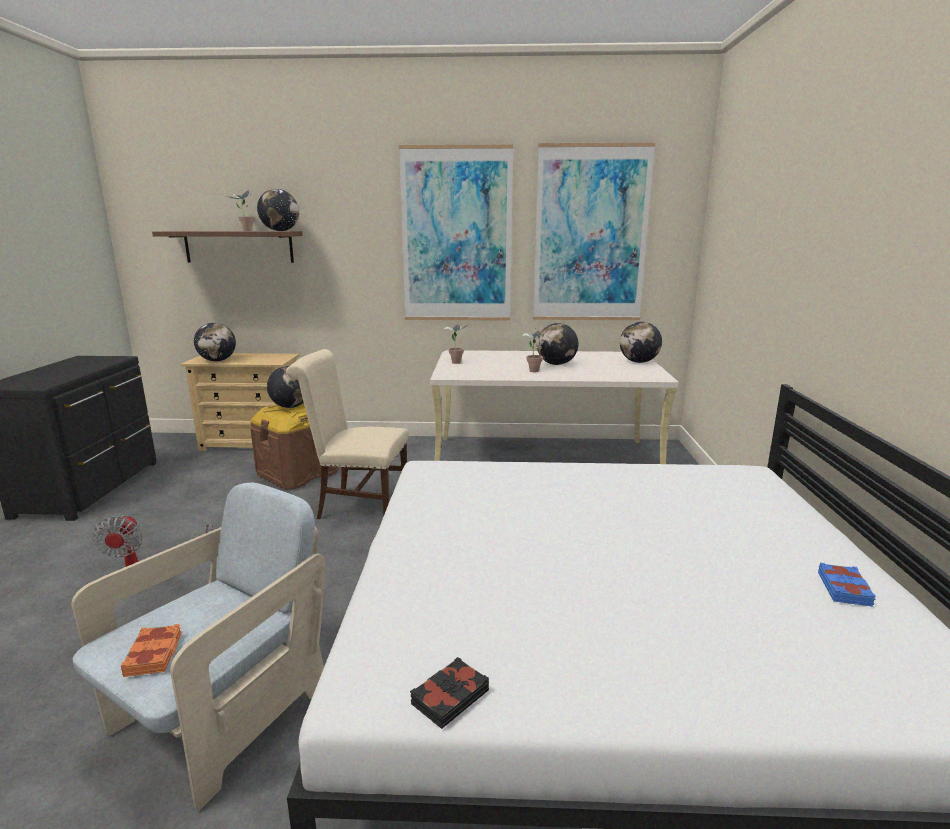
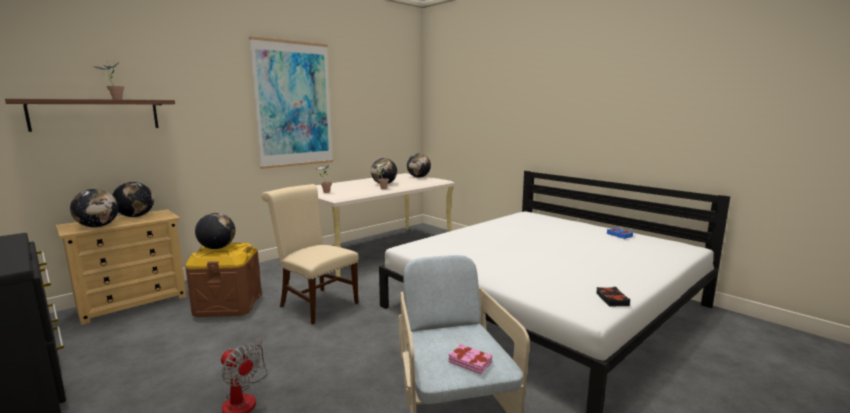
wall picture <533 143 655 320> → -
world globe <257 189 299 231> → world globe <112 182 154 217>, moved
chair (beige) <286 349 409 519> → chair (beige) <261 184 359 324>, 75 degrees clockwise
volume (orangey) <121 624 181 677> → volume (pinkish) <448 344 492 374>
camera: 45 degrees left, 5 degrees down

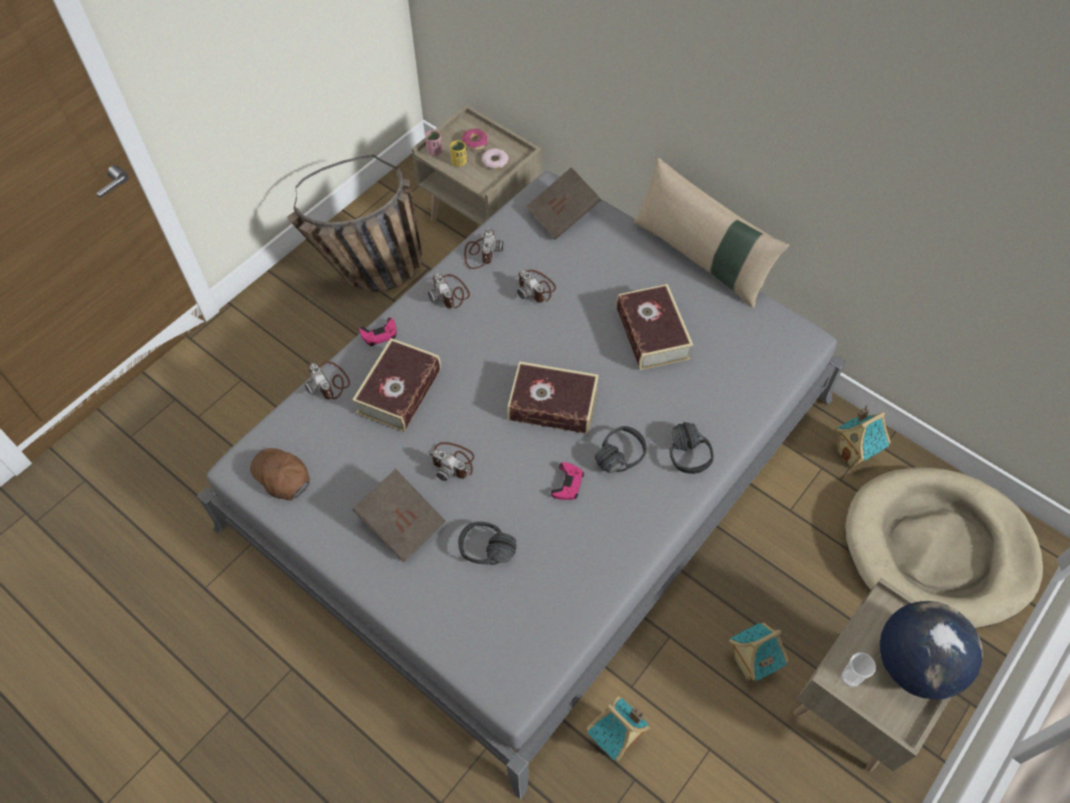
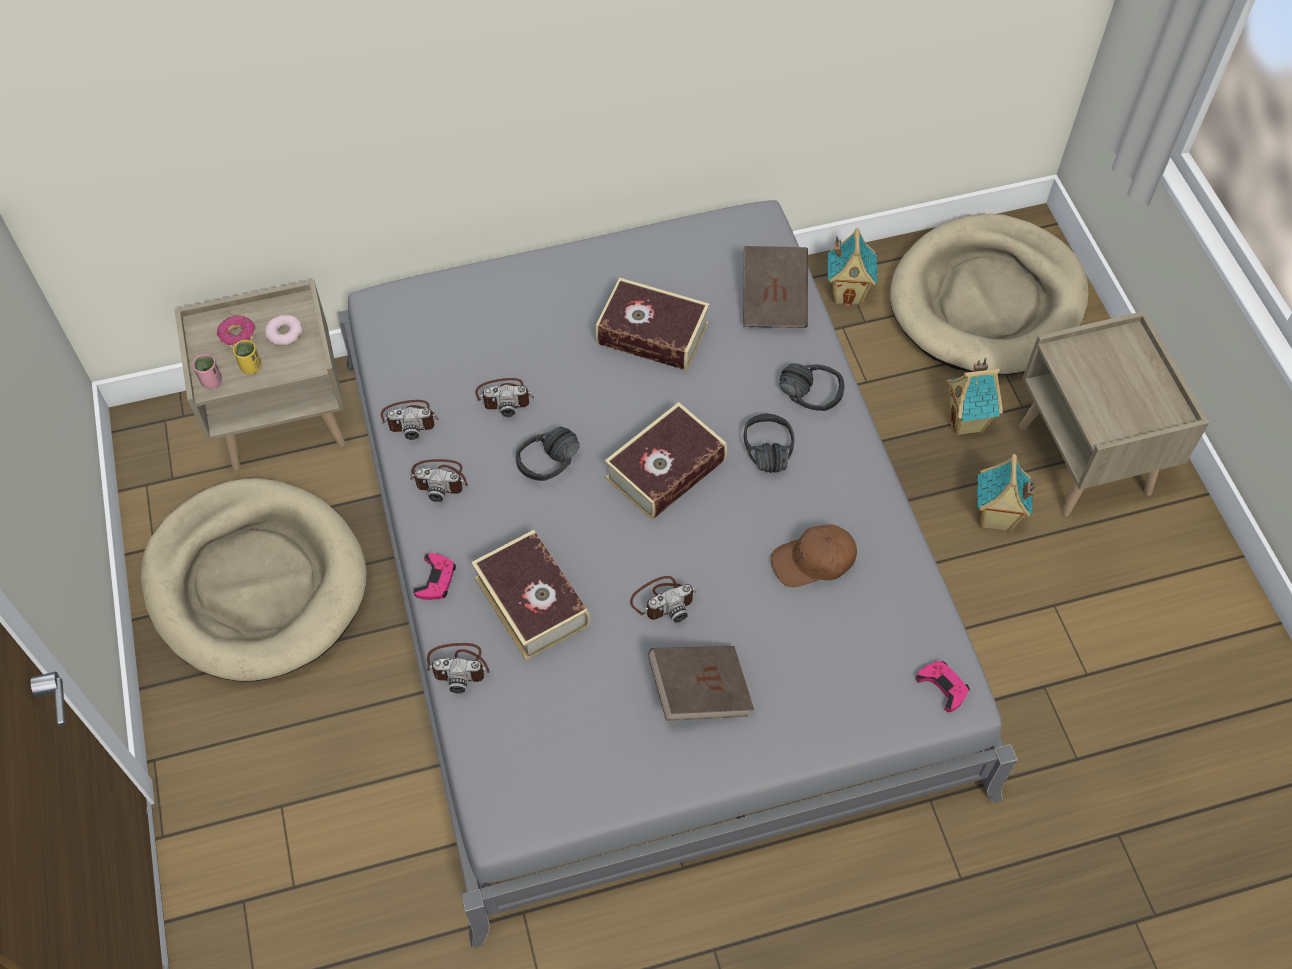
storage basket <287 154 422 292> → dog cushion (beige) <141 478 367 681>
throw pillow (beige) <633 158 789 308> → -
volume (brown) <526 167 601 240> → volume (brown) <743 246 808 328>, moved
photo camera <464 228 504 269> → photo camera <381 400 439 440>, 135 degrees clockwise
baseball cap (brown) <250 448 310 500> → baseball cap (brown) <771 524 857 587>, moved
joypad (pinkish) <551 462 584 500> → joypad (pinkish) <916 661 970 712>, moved
pair of headphones (black) <458 521 517 565> → pair of headphones (black) <516 427 580 481>, moved
world globe <880 601 983 699> → -
drinking cup <841 652 876 687> → -
miniature house <586 696 650 761> → miniature house <946 358 1003 436>, moved
camera: 55 degrees left, 0 degrees up

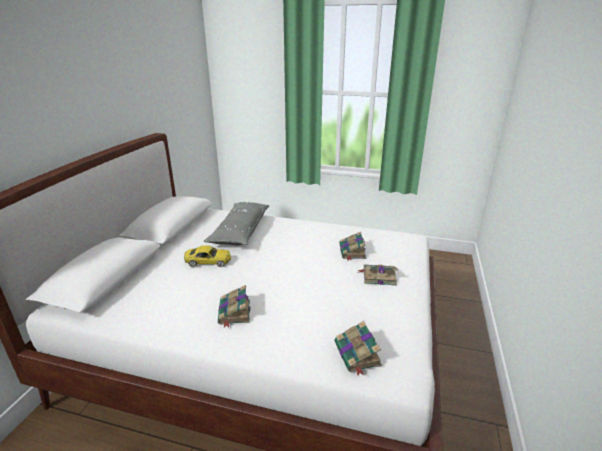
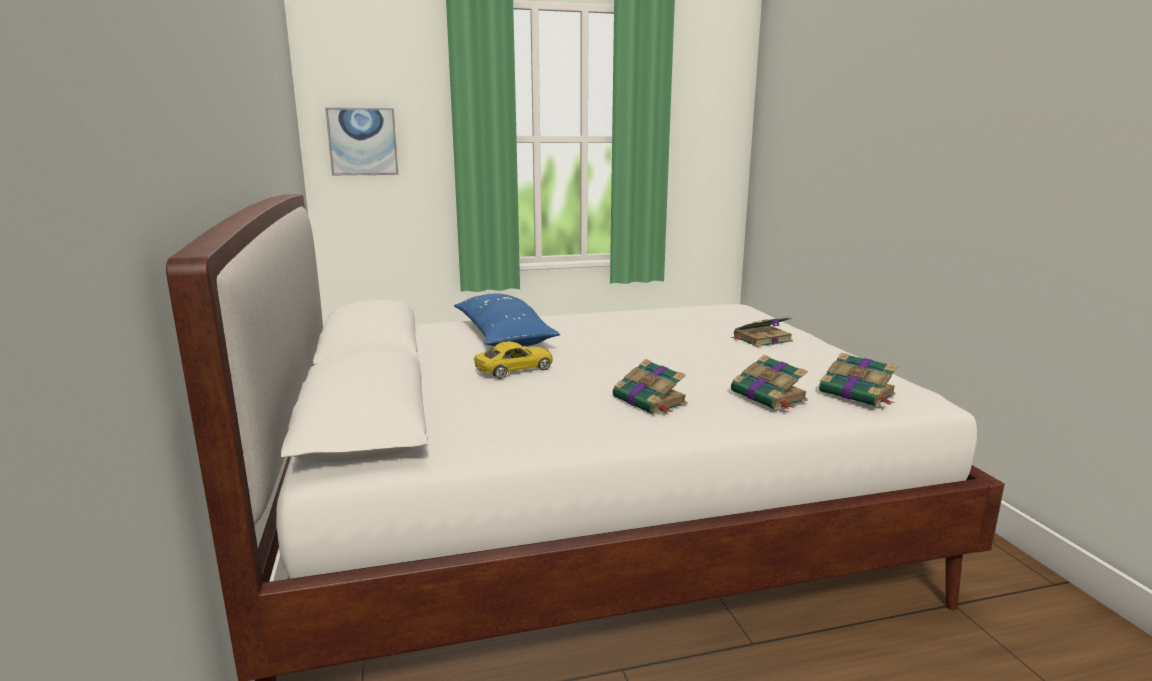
throw pillow (gray) <203 202 269 245> → throw pillow (blue) <454 293 560 346>
volume <339 232 366 260> → volume <731 355 808 410>, moved
- → wall picture <325 108 399 176>
camera: 30 degrees left, 10 degrees down

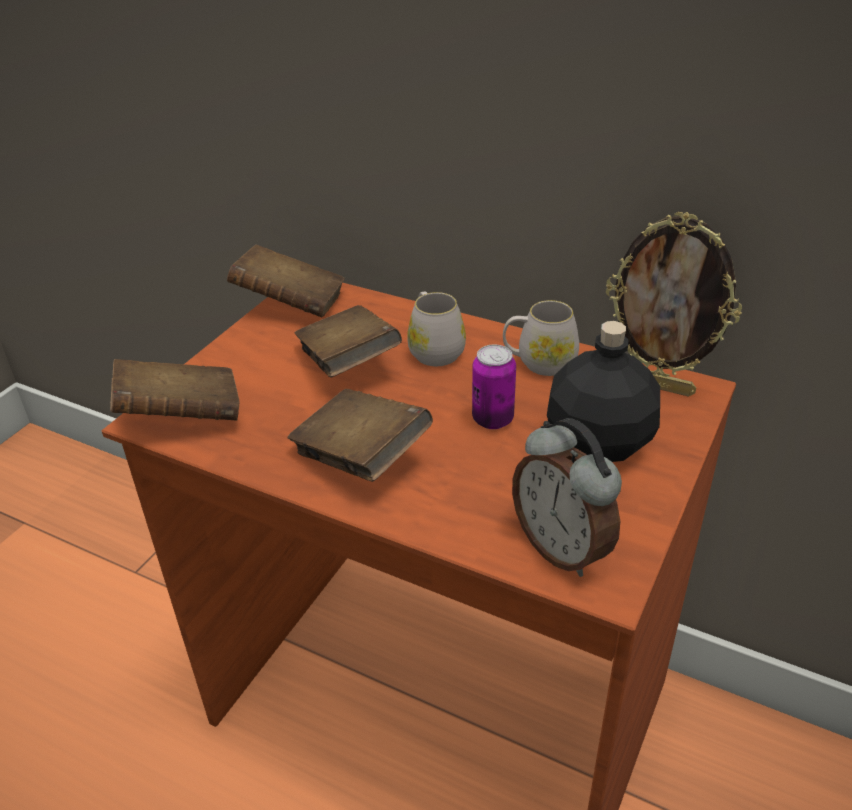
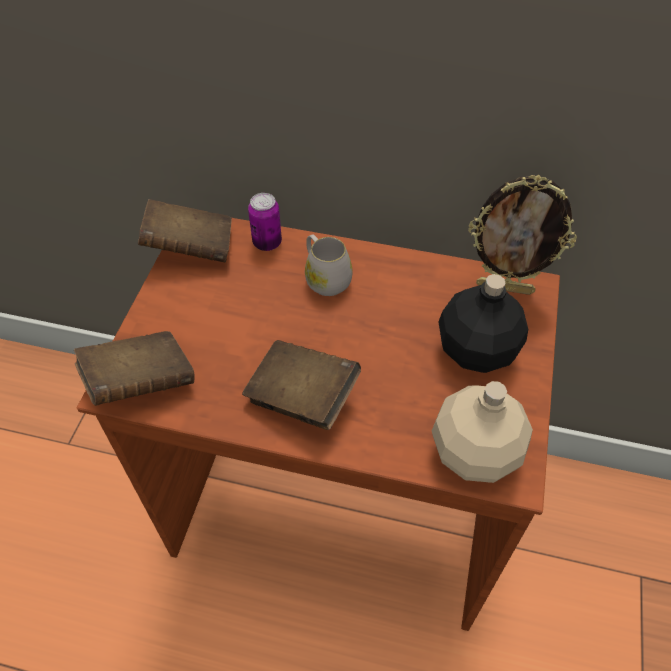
tea mug (whitish) <503 300 579 376> → -
volume (brown) <295 305 402 378> → -
sealed can <472 345 516 429> → sealed can <248 193 282 251>, moved
alarm clock <512 418 622 577> → drink bottle (beige) <432 381 533 483>
camera: 15 degrees left, 15 degrees up

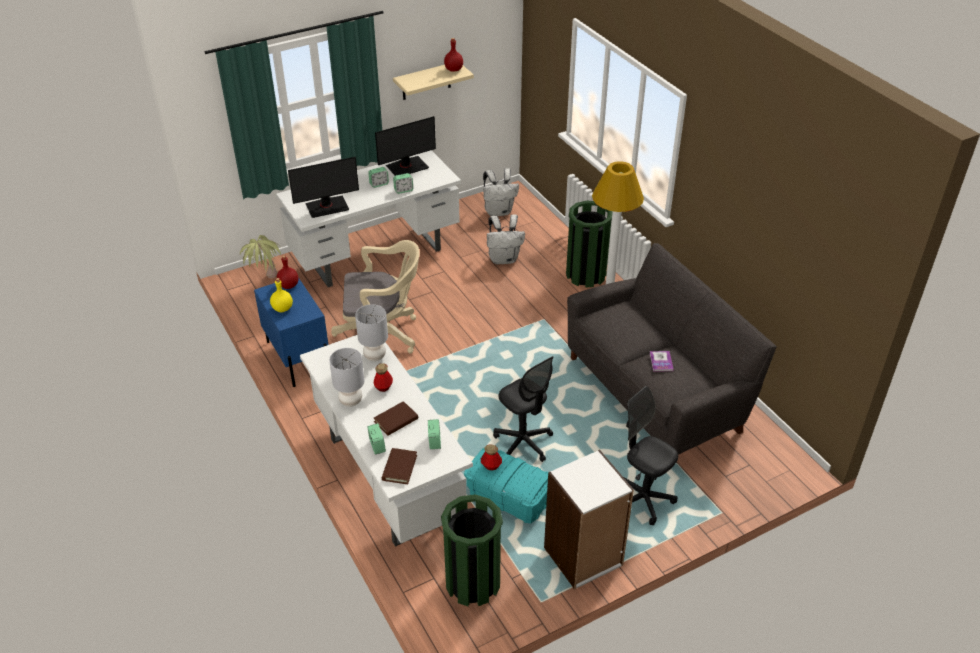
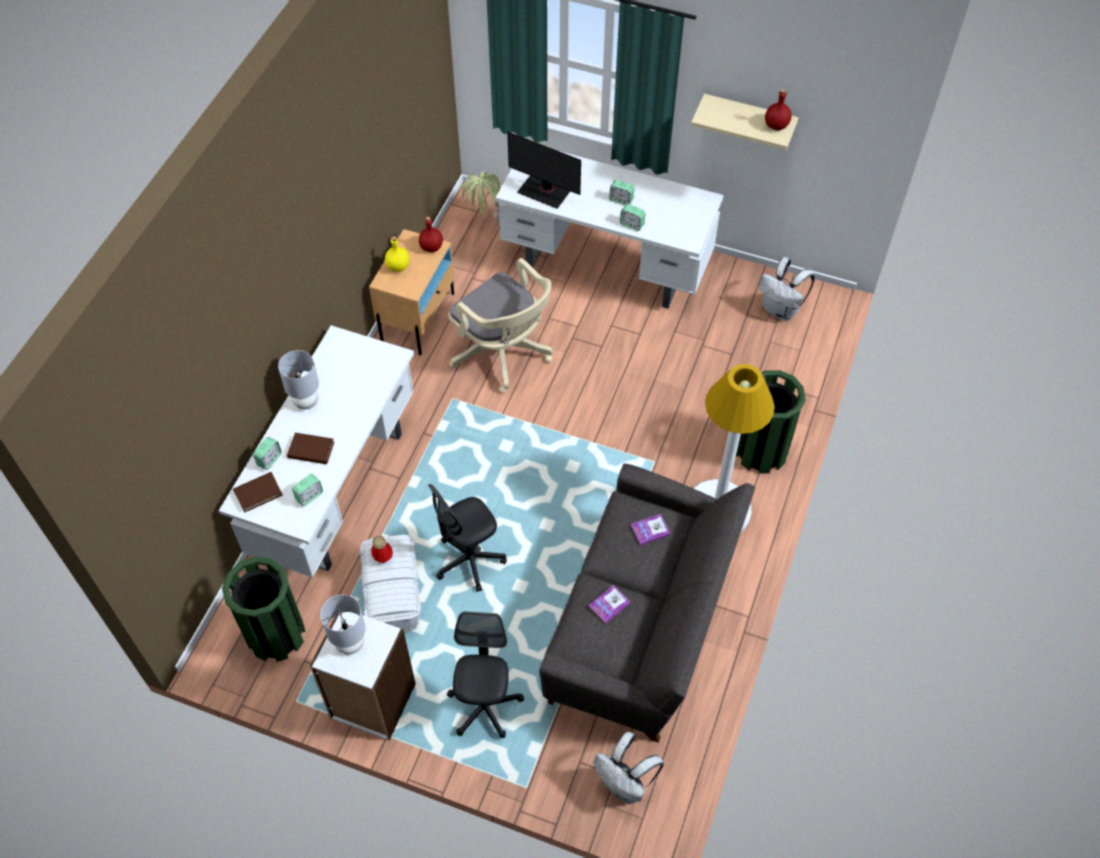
computer screen <375 116 436 176> → -
backpack (whitish) <487 214 525 264> → backpack (whitish) <594 732 664 804>, moved
bedside table (blue) <254 277 328 387> → bedside table (beige) <369 229 454 355>
lamp for a table (gray) <355 304 388 361> → lamp for a table (gray) <320 595 366 654>, moved
office chair (black) <493 356 553 462> → office chair (black) <428 484 507 592>, 45 degrees clockwise
drink bottle <374 363 393 392> → -
storage bin (turquoise-coloured) <464 447 548 523> → storage bin (whitish) <360 534 421 633>
- → volume <631 514 671 546>
camera: 50 degrees right, 15 degrees up

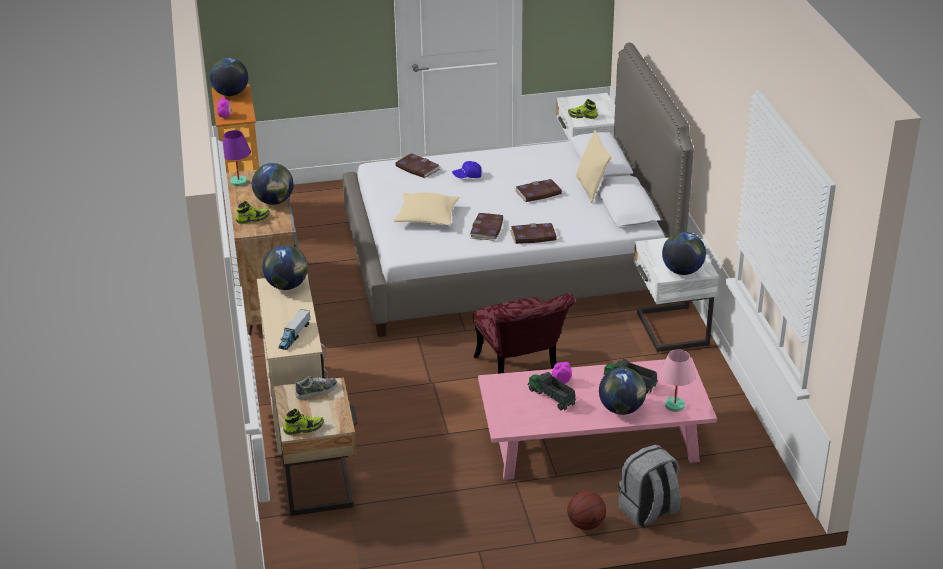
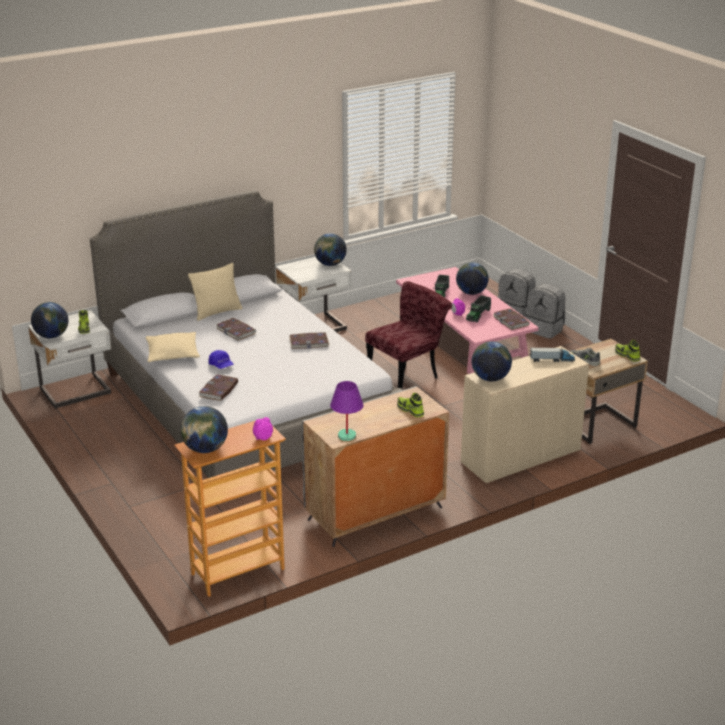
world globe <252 163 294 205> → world globe <31 302 69 338>, moved
throw pillow (beige) <393 193 460 226> → throw pillow (beige) <146 332 200 362>, moved
volume <510 223 557 244> → volume <493 309 530 330>, moved
lamp for a table (pinkish) <659 349 695 412> → -
basketball ball <567 491 606 530> → backpack (gray) <526 283 565 339>
camera: 110 degrees left, 5 degrees down

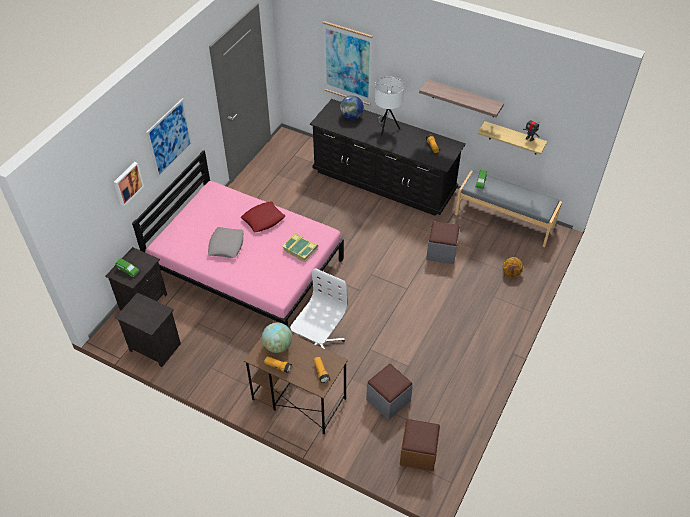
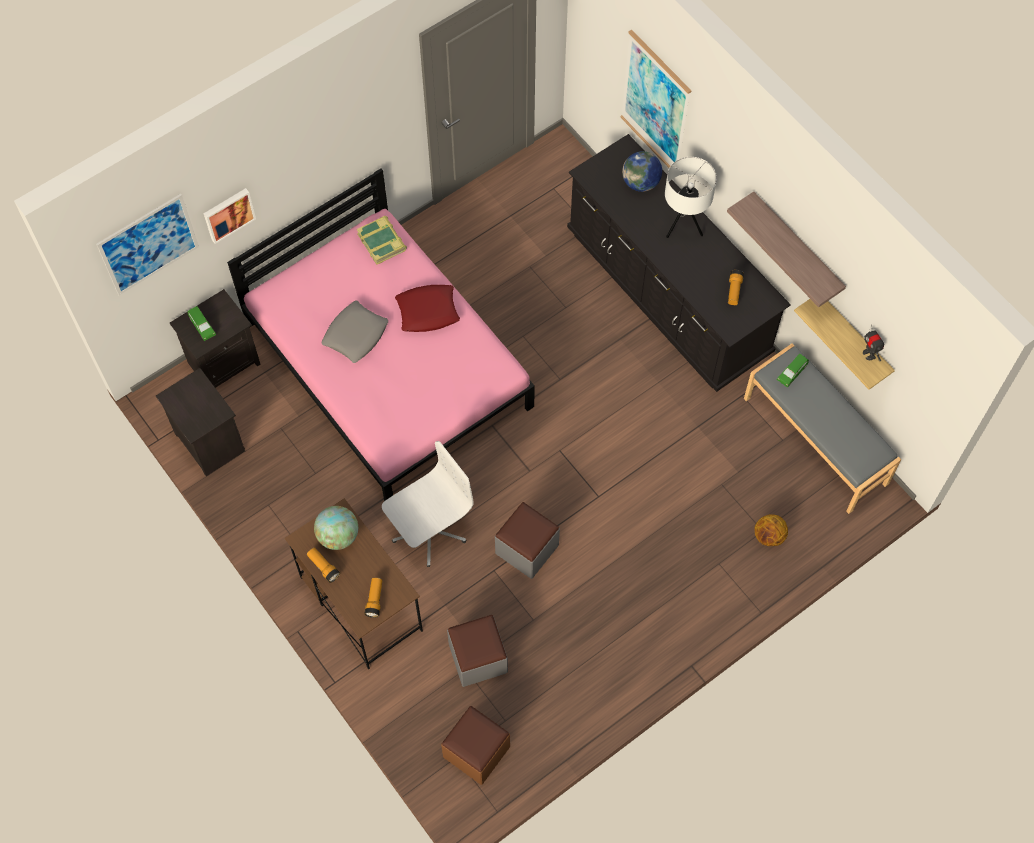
wall picture <146 98 192 178> → wall picture <96 194 199 295>, moved
ottoman (gray) <426 221 460 264> → ottoman (gray) <495 502 560 579>, moved
volume <282 233 318 262> → volume <357 216 407 265>, moved
camera: 25 degrees right, 15 degrees up

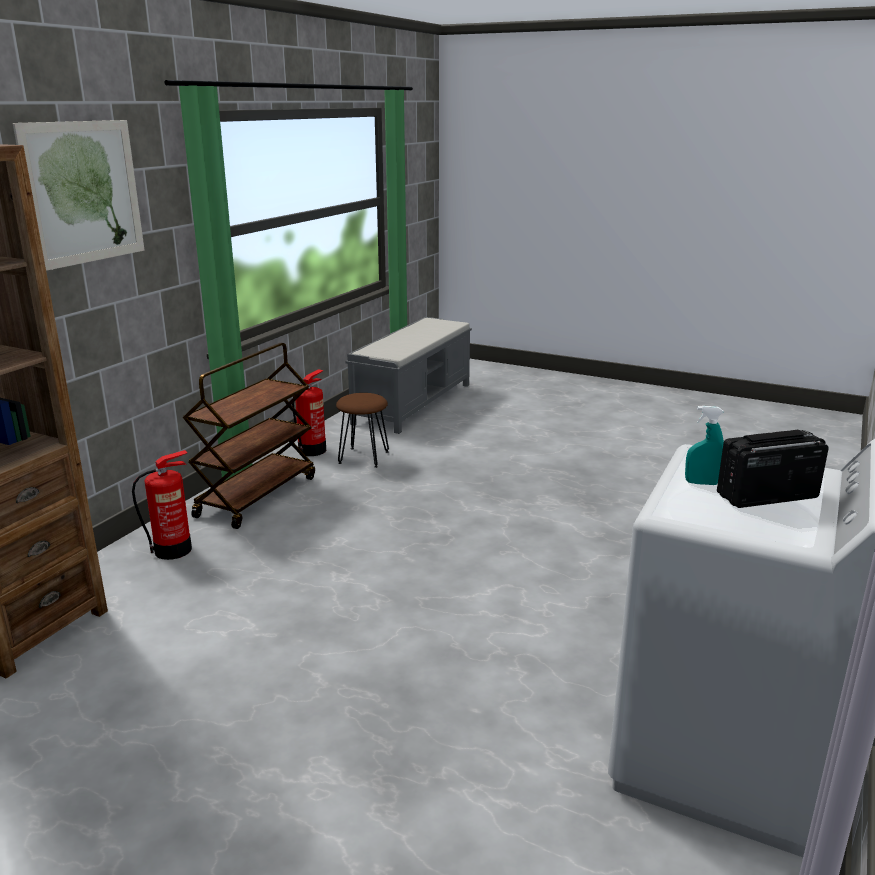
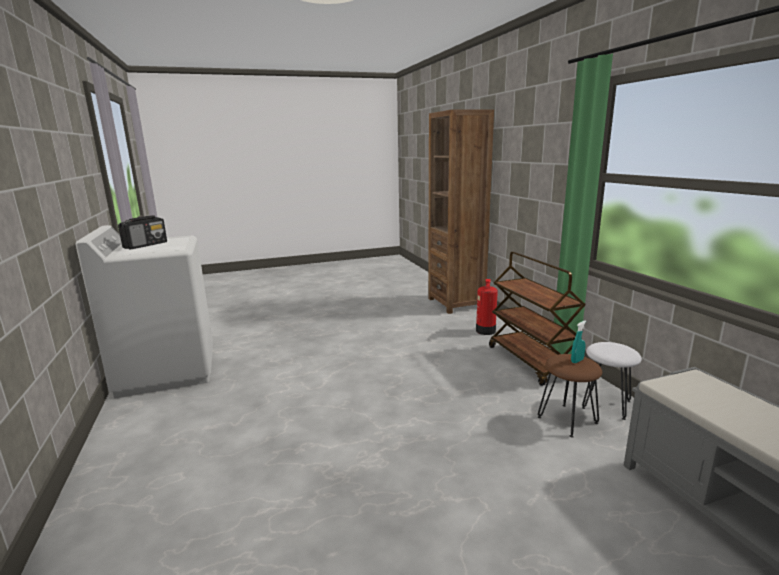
wall picture <13 120 144 271> → -
fire-fighting cylinder <292 369 326 456> → stool seat (whitish) <582 342 642 420>
spray bottle (turquoise-coloured) <685 406 724 485> → spray bottle (turquoise-coloured) <571 321 586 363>, moved
camera: 135 degrees right, 5 degrees down

